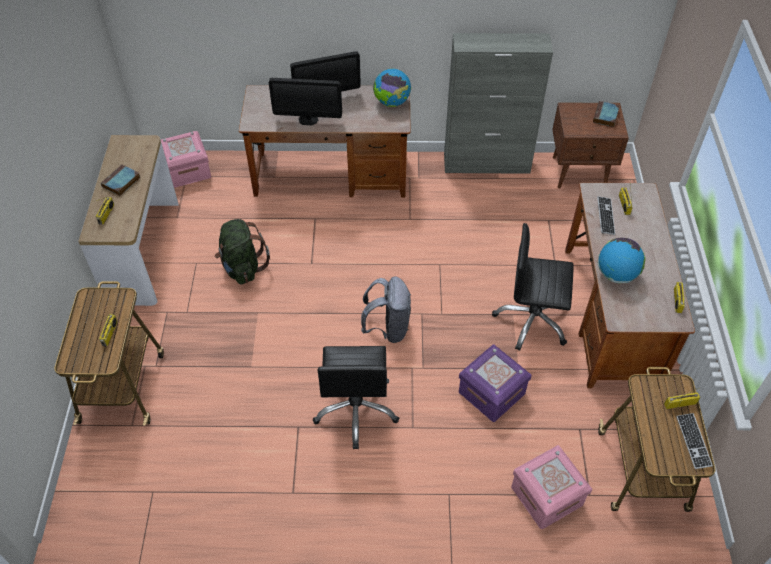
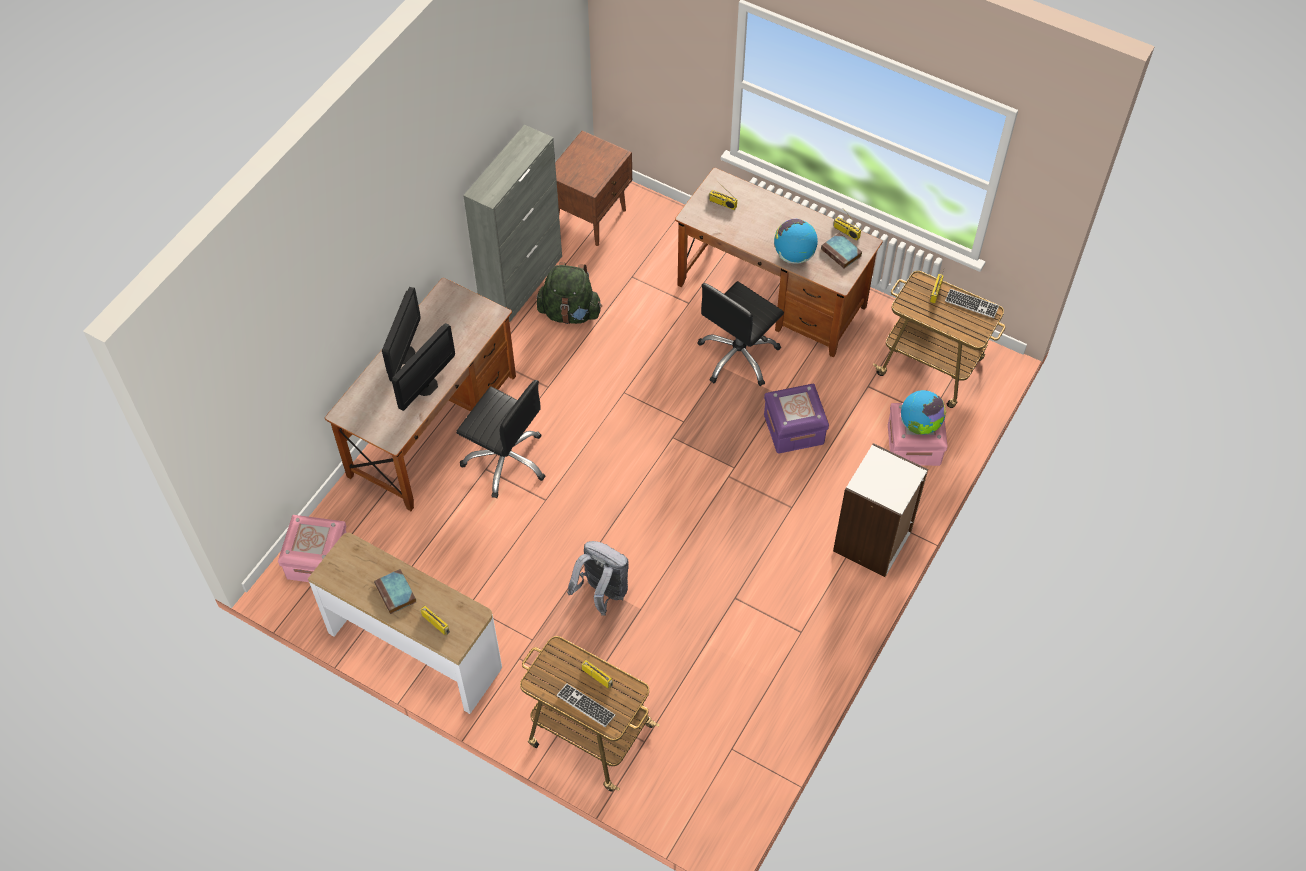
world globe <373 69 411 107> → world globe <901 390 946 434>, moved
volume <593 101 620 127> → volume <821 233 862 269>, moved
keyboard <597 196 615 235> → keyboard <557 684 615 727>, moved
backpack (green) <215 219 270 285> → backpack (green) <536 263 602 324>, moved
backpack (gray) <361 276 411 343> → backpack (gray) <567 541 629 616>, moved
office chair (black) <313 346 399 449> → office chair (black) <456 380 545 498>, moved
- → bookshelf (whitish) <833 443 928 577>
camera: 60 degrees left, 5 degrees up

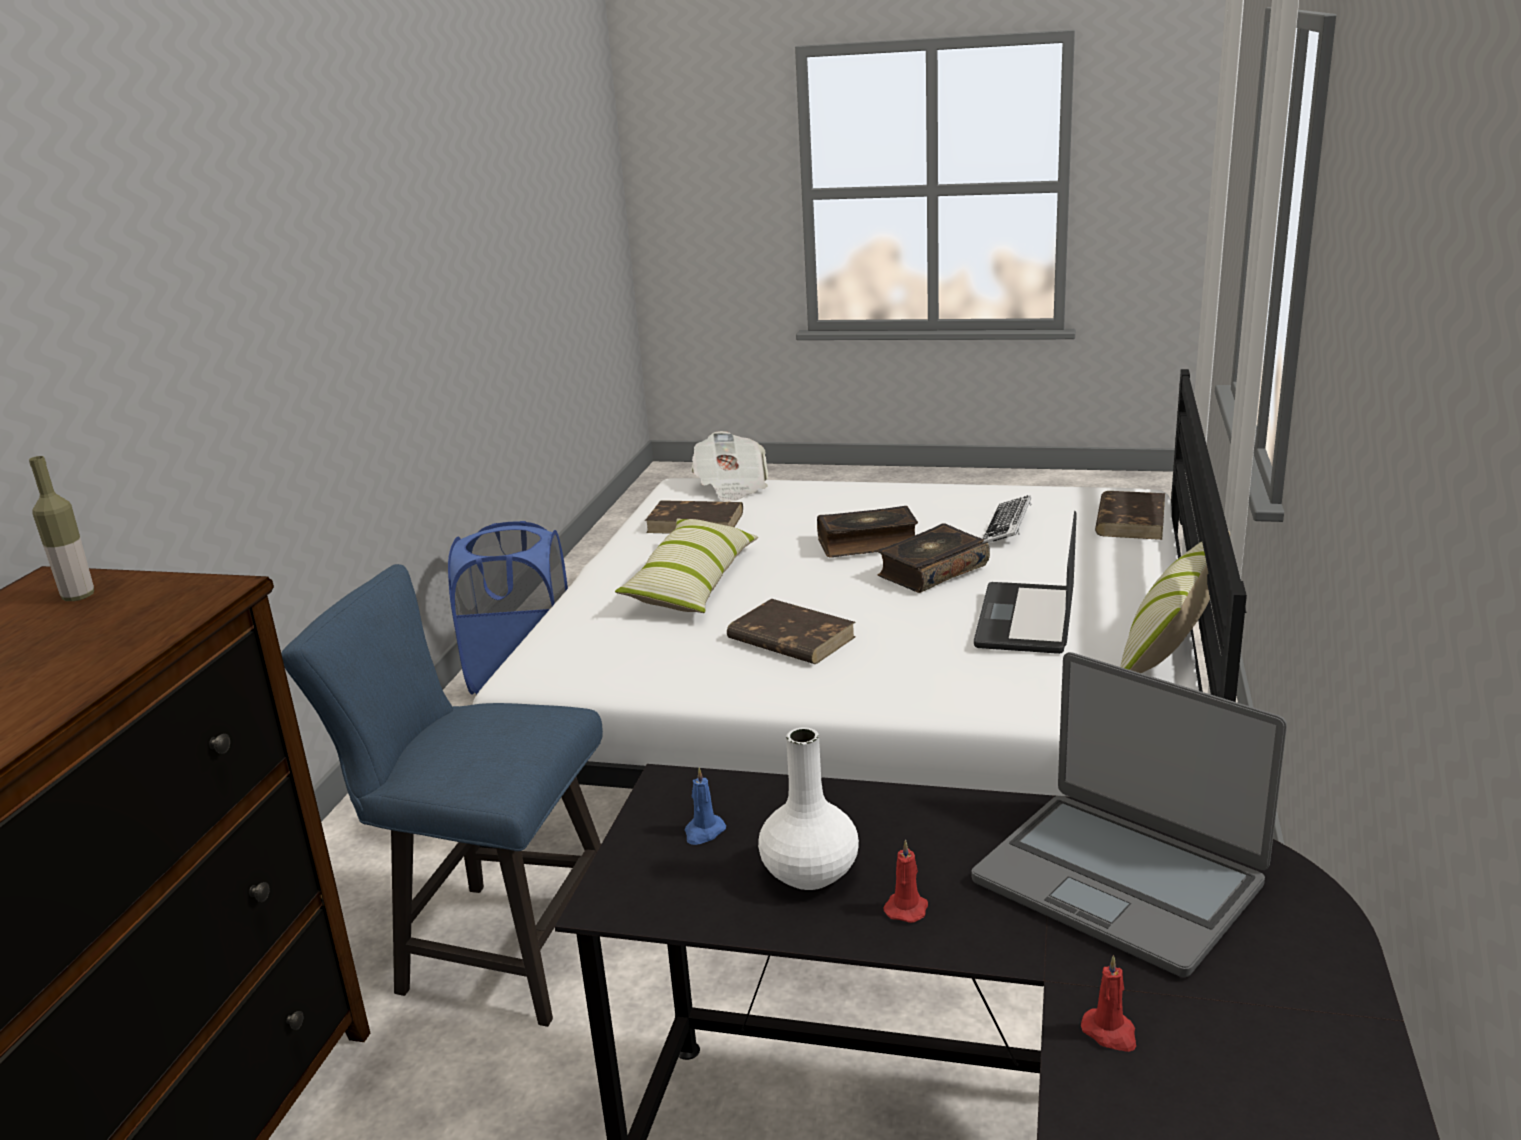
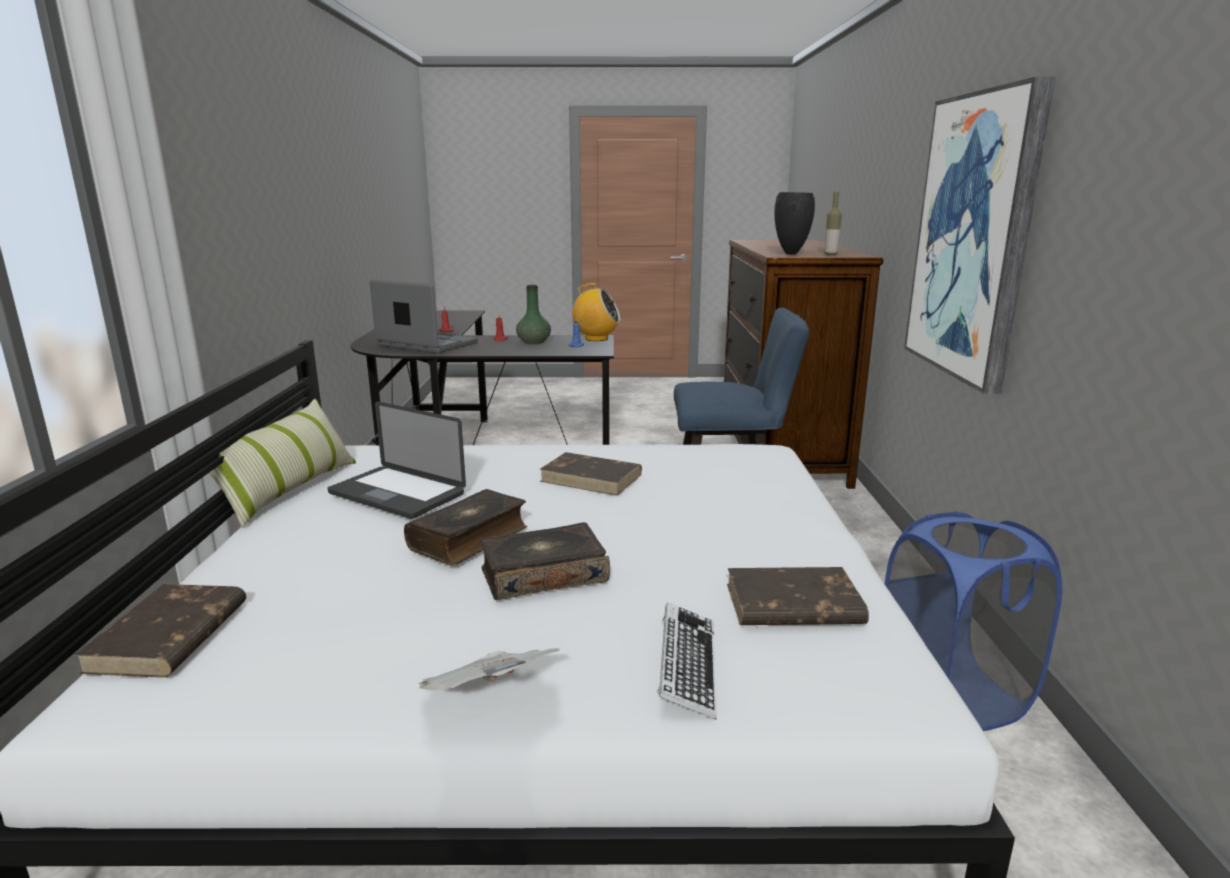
daily paper <691 431 768 502> → daily paper <419 648 560 690>, moved
keyboard <982 495 1031 544> → keyboard <657 602 717 720>, moved
notebook computer <974 511 1077 654> → notebook computer <328 401 466 519>, 120 degrees clockwise
throw pillow <615 518 758 613> → -
decorative vase (whitish) <758 727 859 890> → decorative vase (green) <516 285 551 344>
- → wall picture <904 77 1055 394>
- → decorative vase (black) <774 192 815 254>
- → radio receiver <568 283 620 341>
camera: 165 degrees right, 5 degrees down

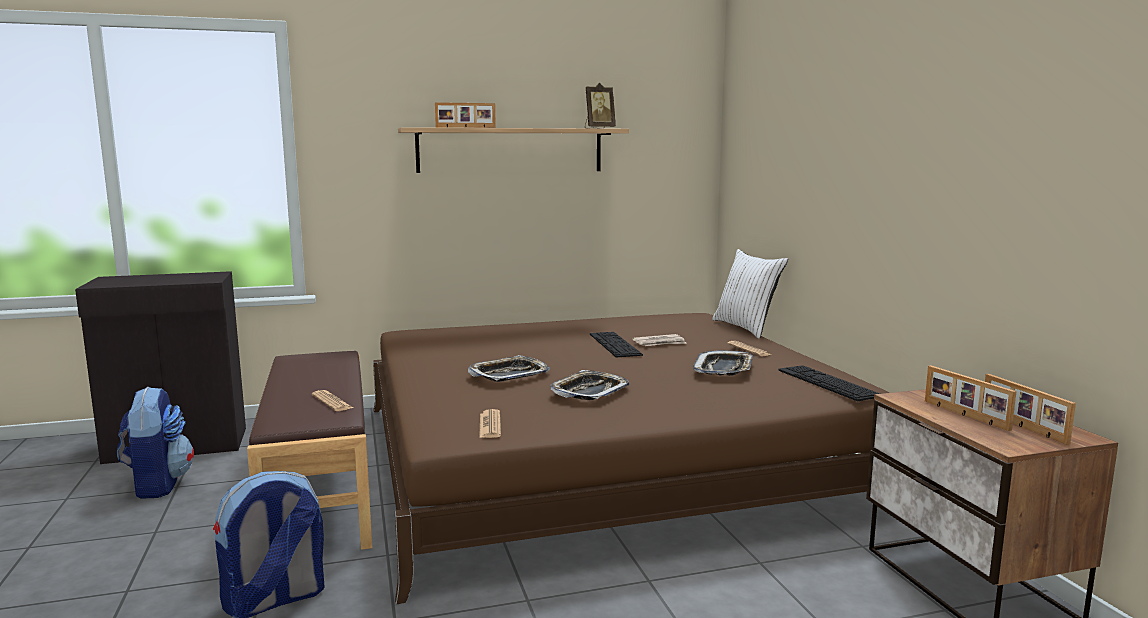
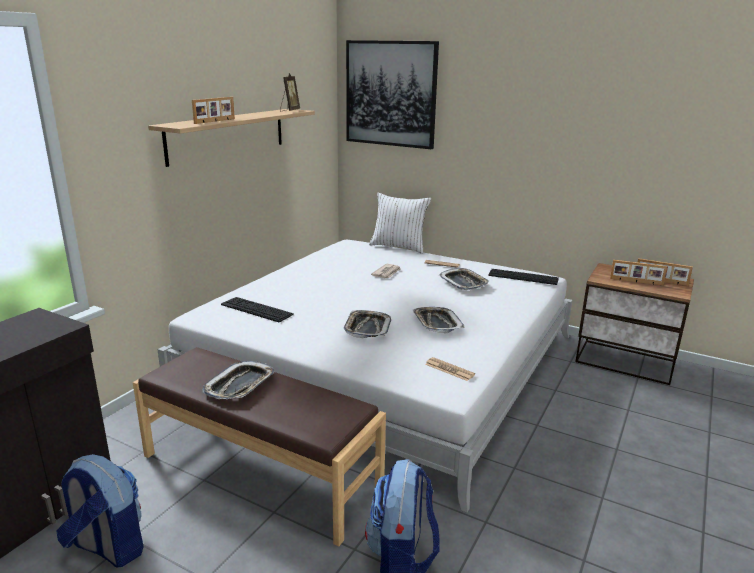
sleeping bed (brown) <373 313 889 605> → sleeping bed (whitish) <157 240 572 513>
keyboard <590 332 643 358> → keyboard <221 297 294 323>, moved
daily paper <312 390 353 411> → -
- → wall picture <346 40 439 149>
- → serving tray <202 361 274 399>
camera: 45 degrees left, 10 degrees up

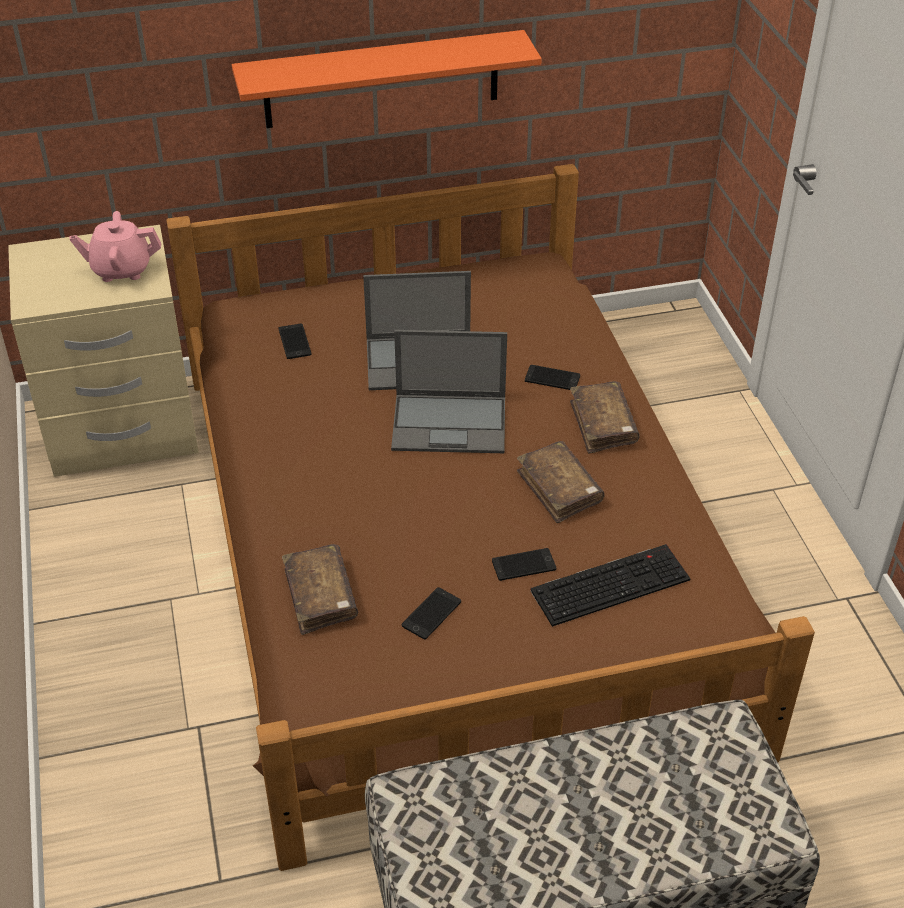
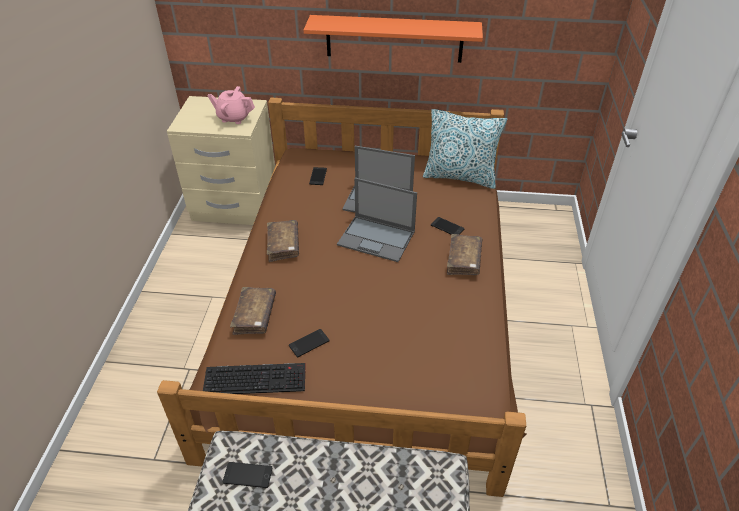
volume (brown) <517 441 604 523> → volume (brown) <267 220 299 262>, moved
keyboard <530 544 691 627> → keyboard <203 363 306 394>, moved
handset <492 548 556 581> → handset <223 462 272 488>, moved
- → throw pillow <423 109 507 189>
camera: 20 degrees right, 0 degrees up

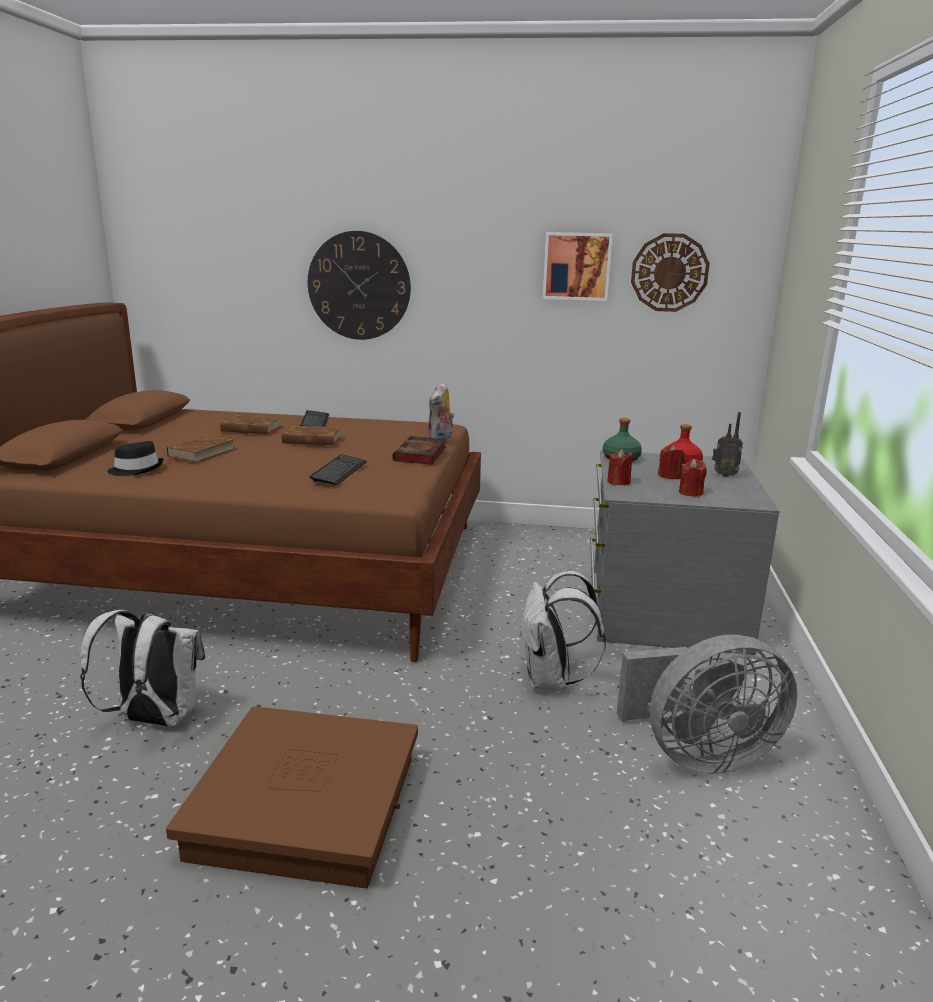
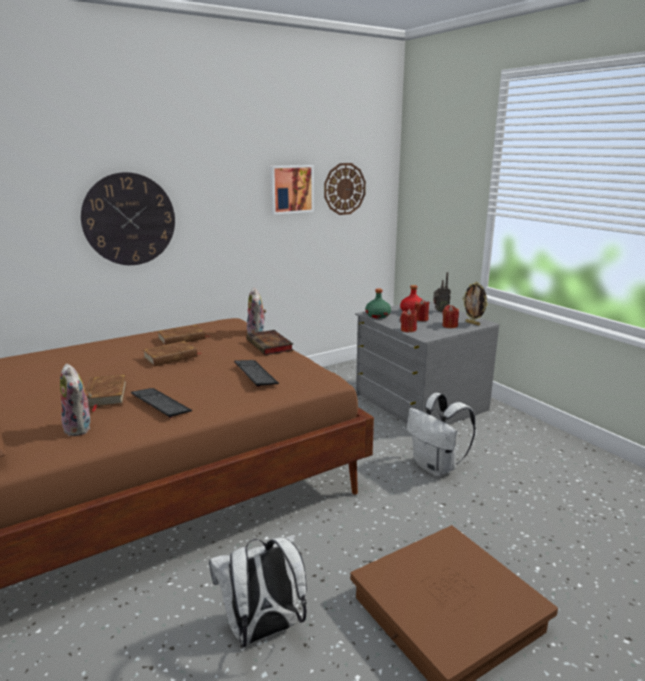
keyboard <300 410 329 427> → keyboard <131 388 193 418>, moved
volume (brown) <220 415 281 434> → volume (brown) <157 325 206 345>, moved
clothing hat (black) <107 441 164 476> → plush toy <60 364 92 436>
cooling fan (gray) <617 635 798 774> → -
- → photo frame <462 282 487 326>
camera: 40 degrees left, 0 degrees up

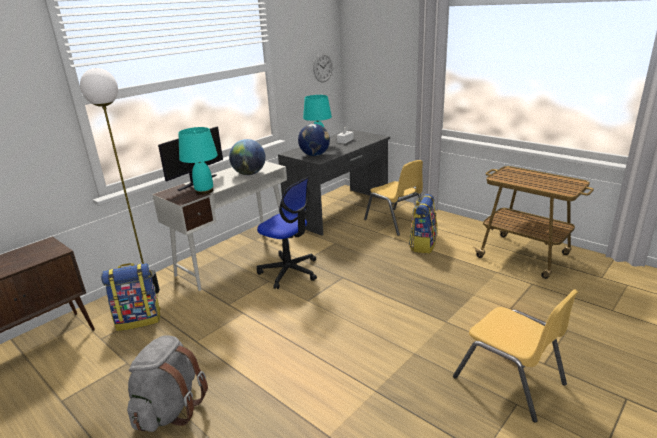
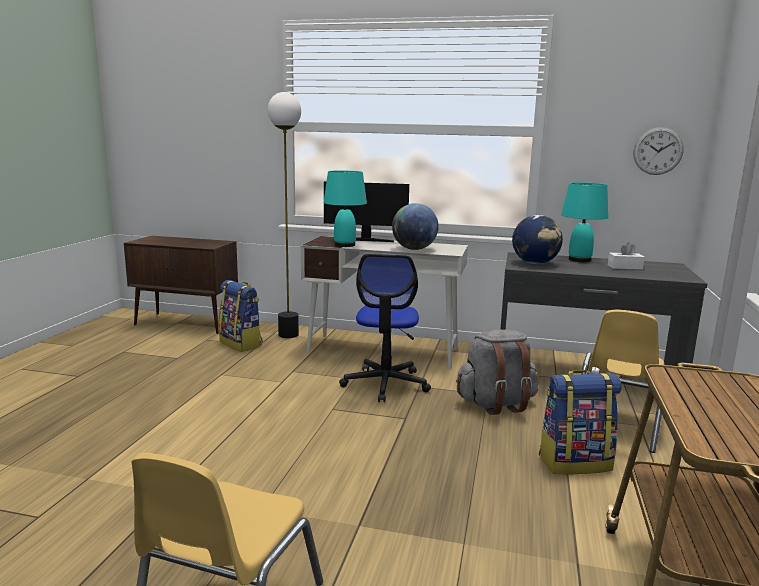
backpack (gray) <127 335 208 432> → backpack (gray) <456 329 539 415>, moved
camera: 60 degrees right, 10 degrees down

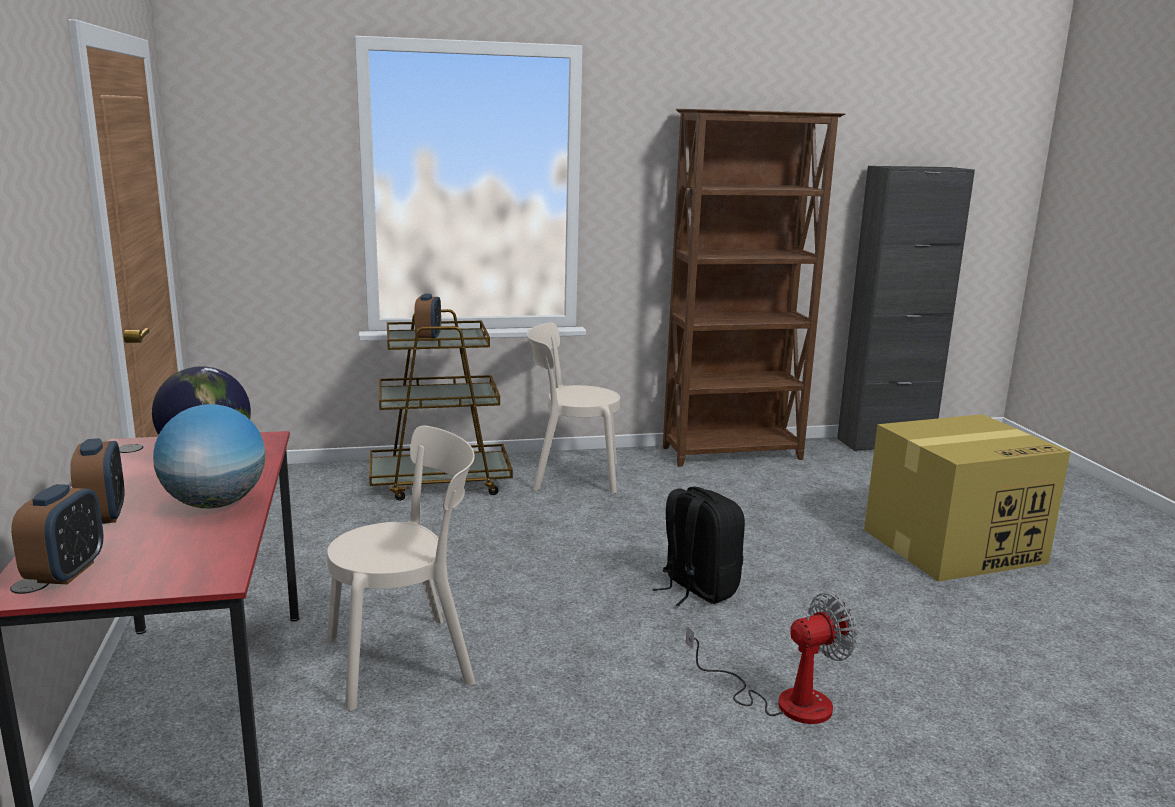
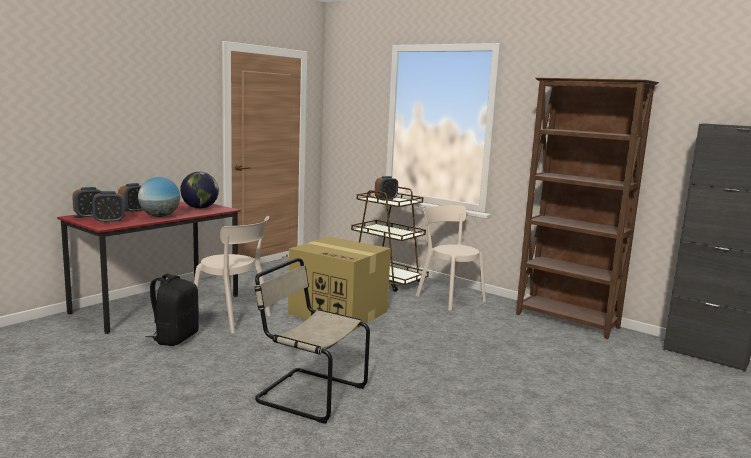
packing box <864 414 1070 582> → packing box <288 237 391 332>, moved
backpack (black) <653 486 745 606> → backpack (black) <146 274 199 346>, moved
cooling fan <686 593 858 724> → chair (beige) <255 258 370 424>
- → alarm clock <92 191 125 223>
camera: 50 degrees right, 5 degrees down

